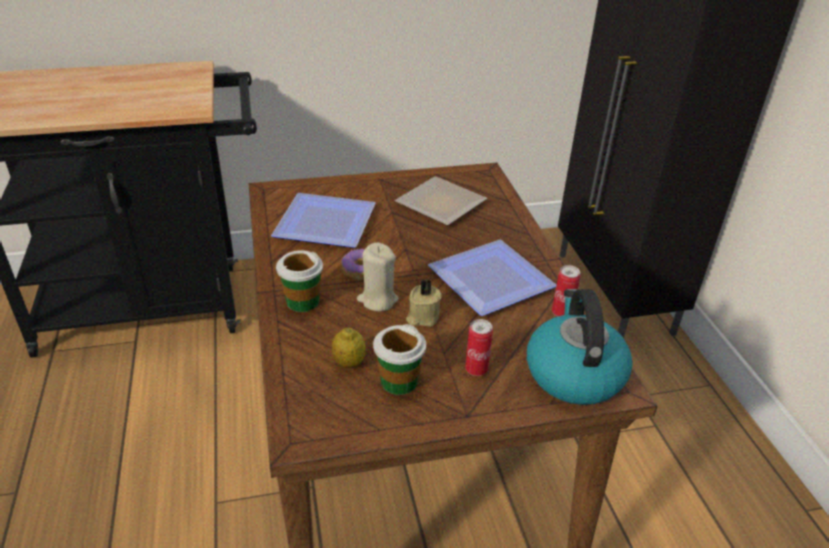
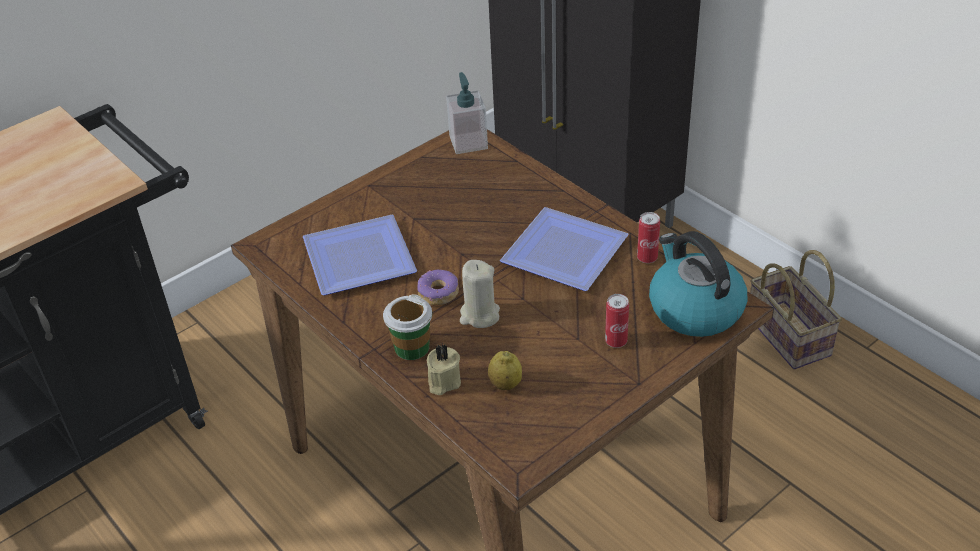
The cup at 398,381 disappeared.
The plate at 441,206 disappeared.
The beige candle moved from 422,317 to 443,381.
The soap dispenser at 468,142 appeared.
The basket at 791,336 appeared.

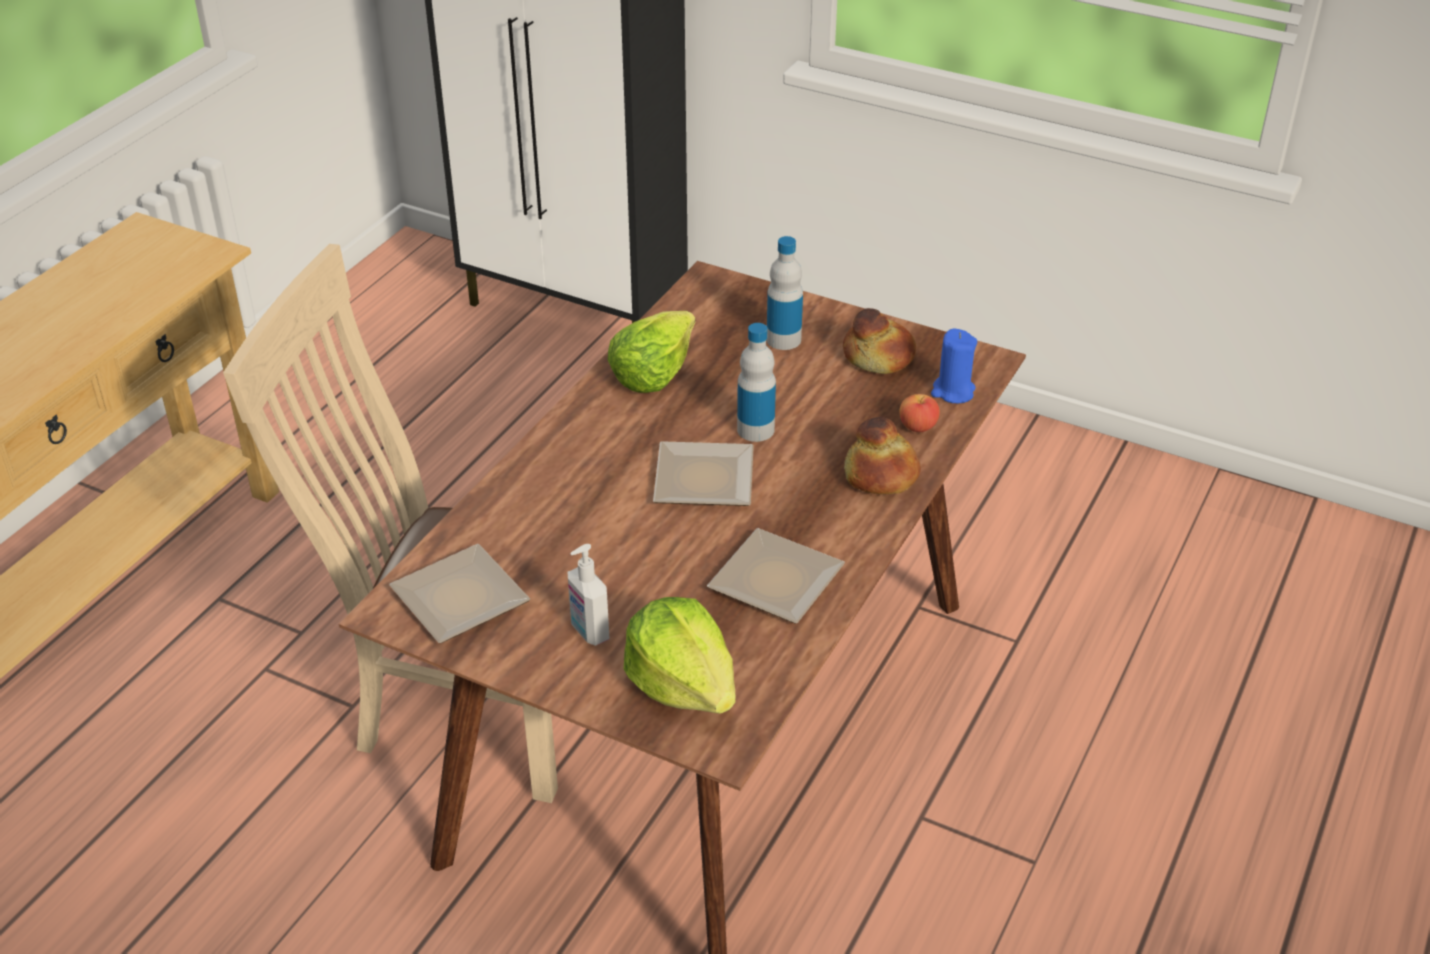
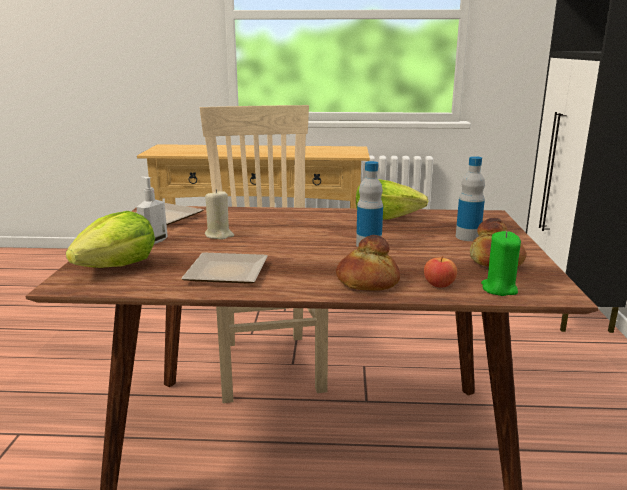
The plate at 700,481 disappeared.
The blue candle at 952,392 became the green candle at 499,289.
The beige candle at 219,235 appeared.

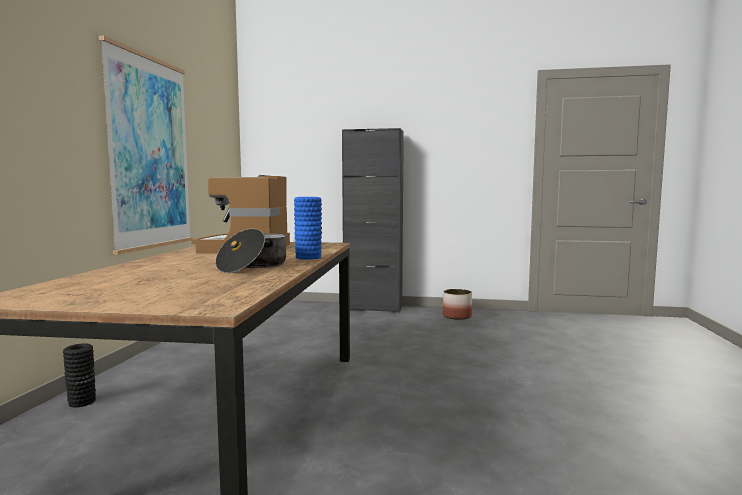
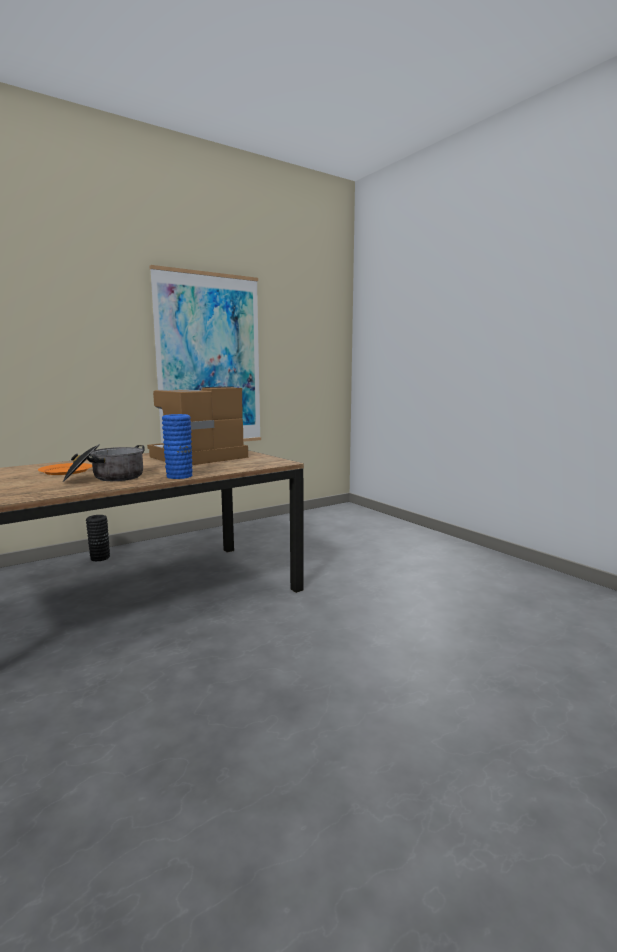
The black cabinet at 373,308 disappeared.
The planter at 457,316 disappeared.
The orange plate at 66,471 appeared.

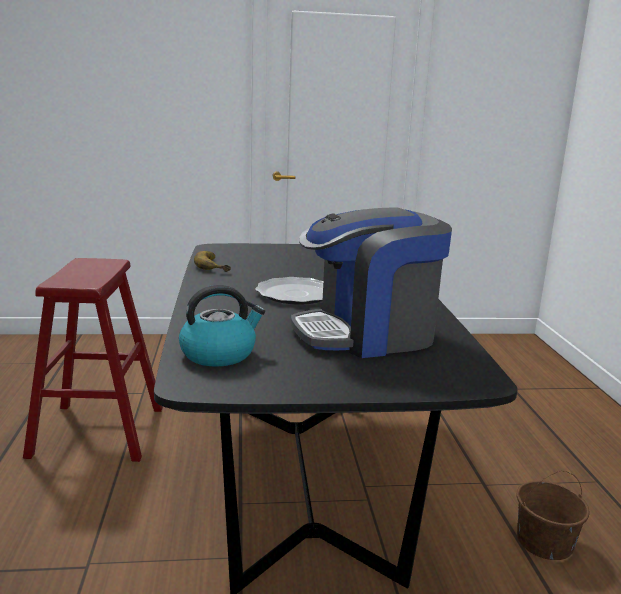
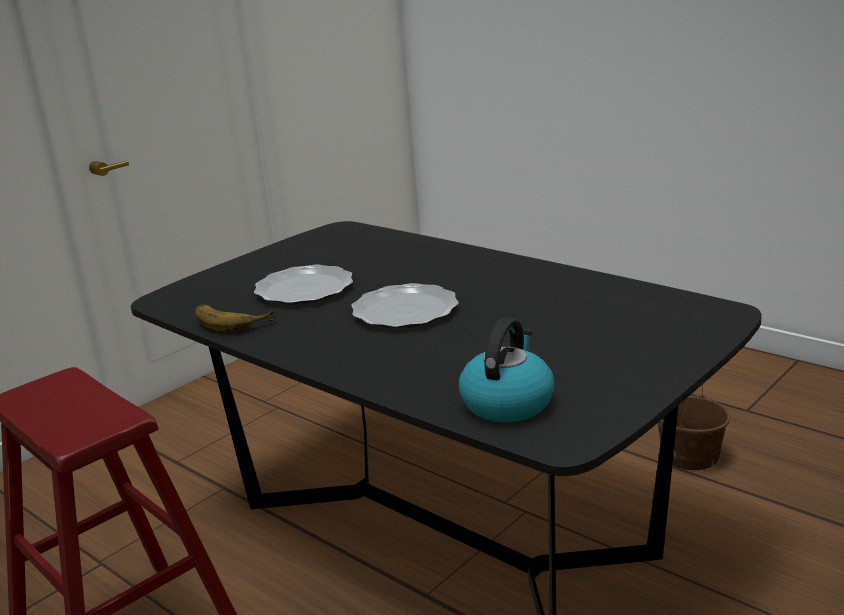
The coffee machine at 368,334 disappeared.
The plate at 305,289 appeared.

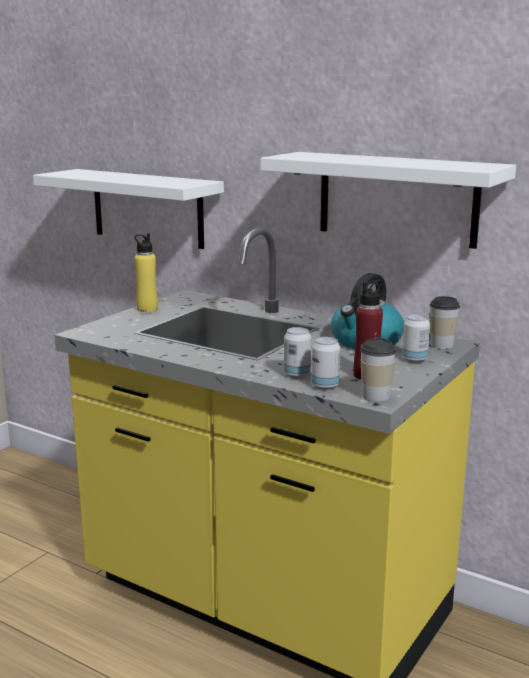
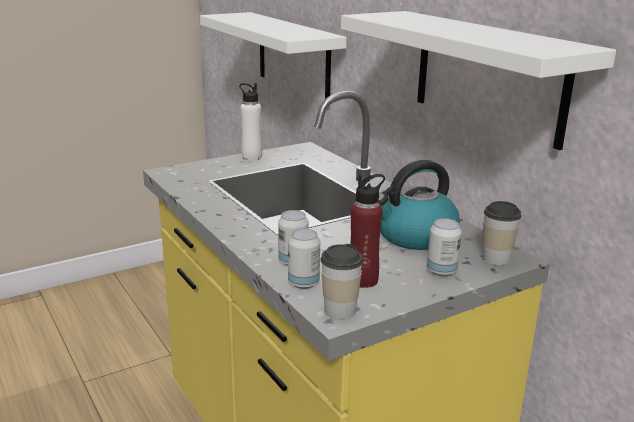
The yellow bottle at 147,309 became the white bottle at 251,157.

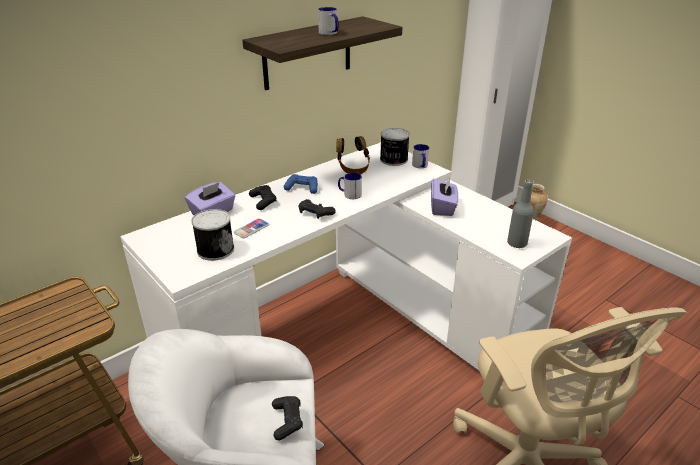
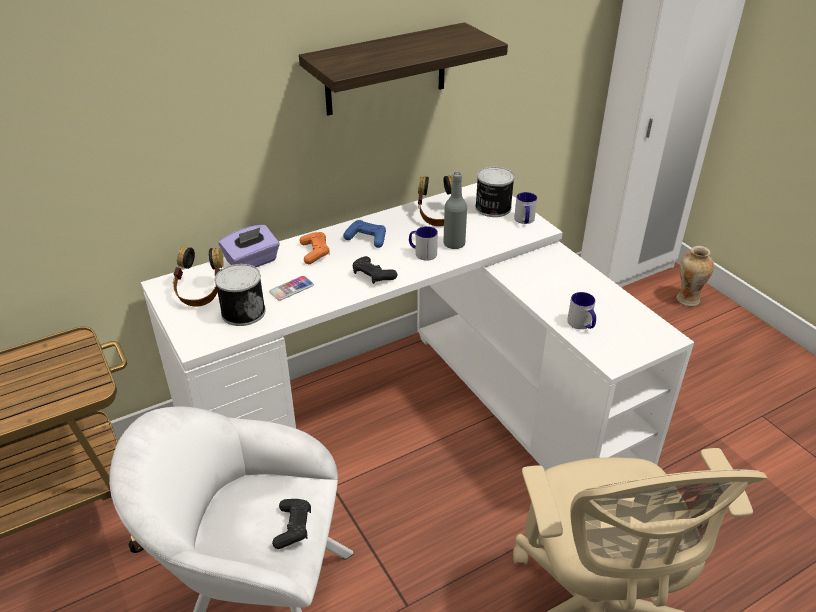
The black game controller at 263,201 became the orange game controller at 315,252.
The mug moved from 330,33 to 582,324.
The purple tissue box at 442,207 disappeared.
The grey bottle moved from 517,243 to 454,244.
The headphones at 201,293 appeared.

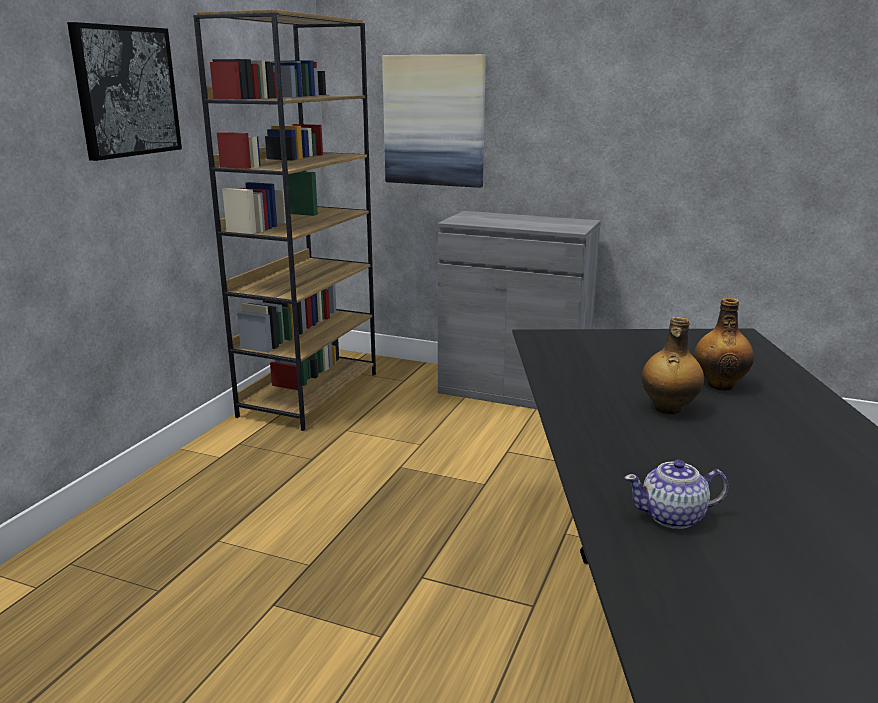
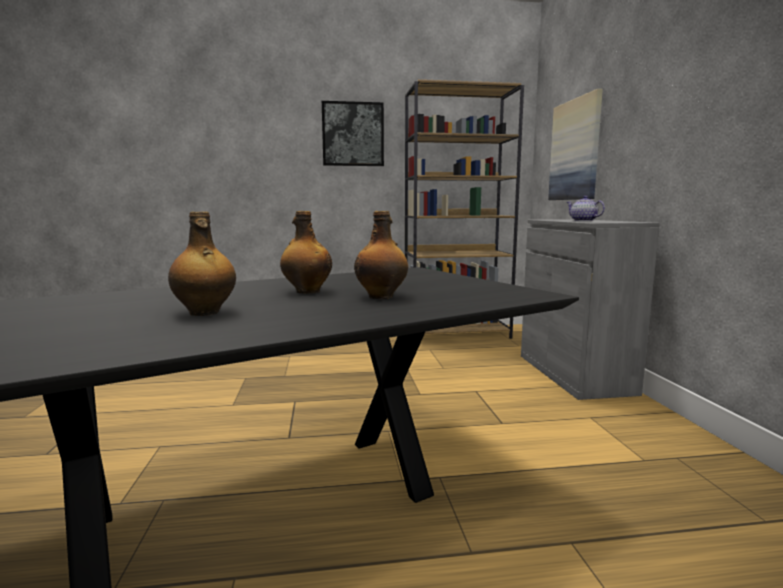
The teapot moved from 673,517 to 583,220.
The bottle at 204,313 appeared.

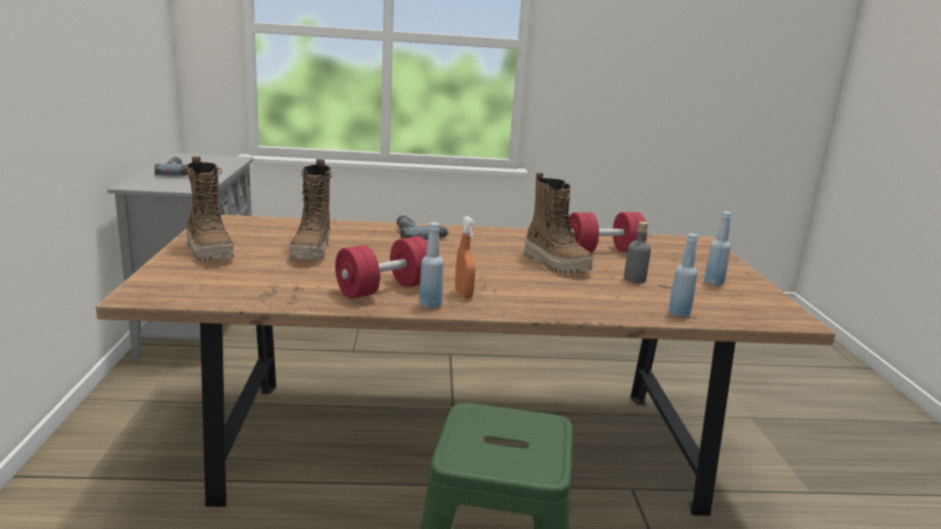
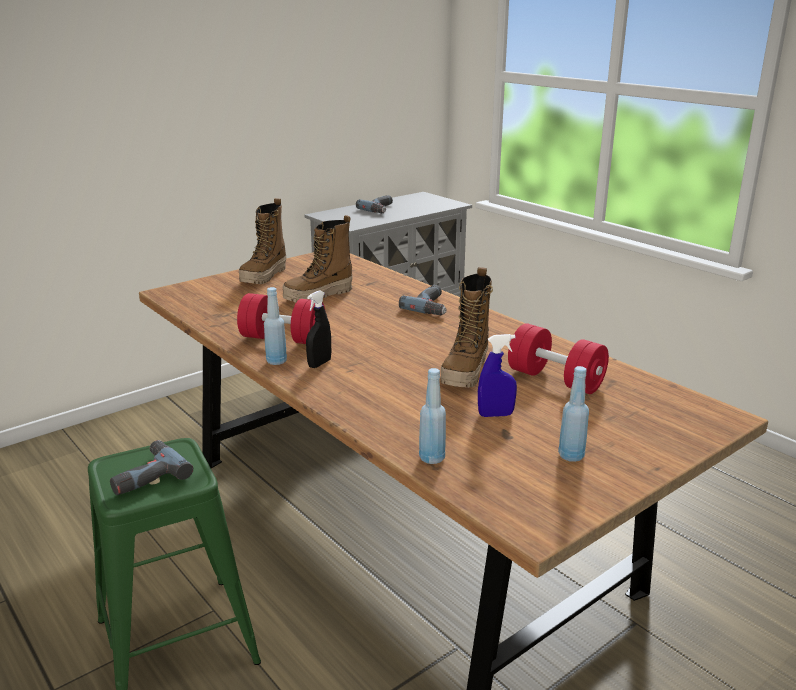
The orange spray bottle at 463,294 became the black spray bottle at 319,364.
The grey bottle at 634,279 was replaced by the blue spray bottle at 495,415.
The power drill at 145,475 appeared.

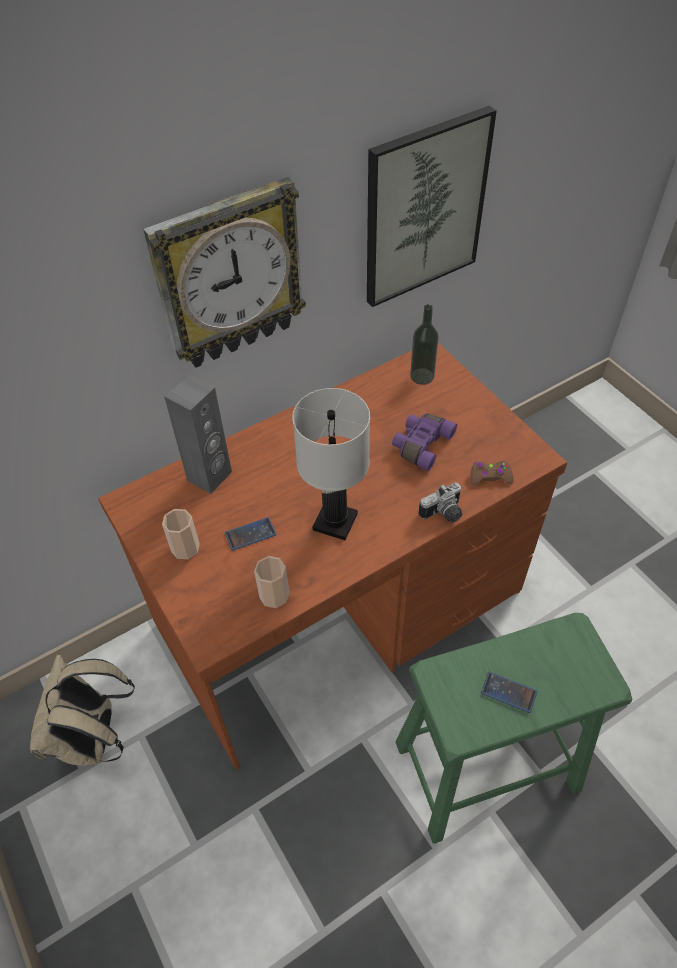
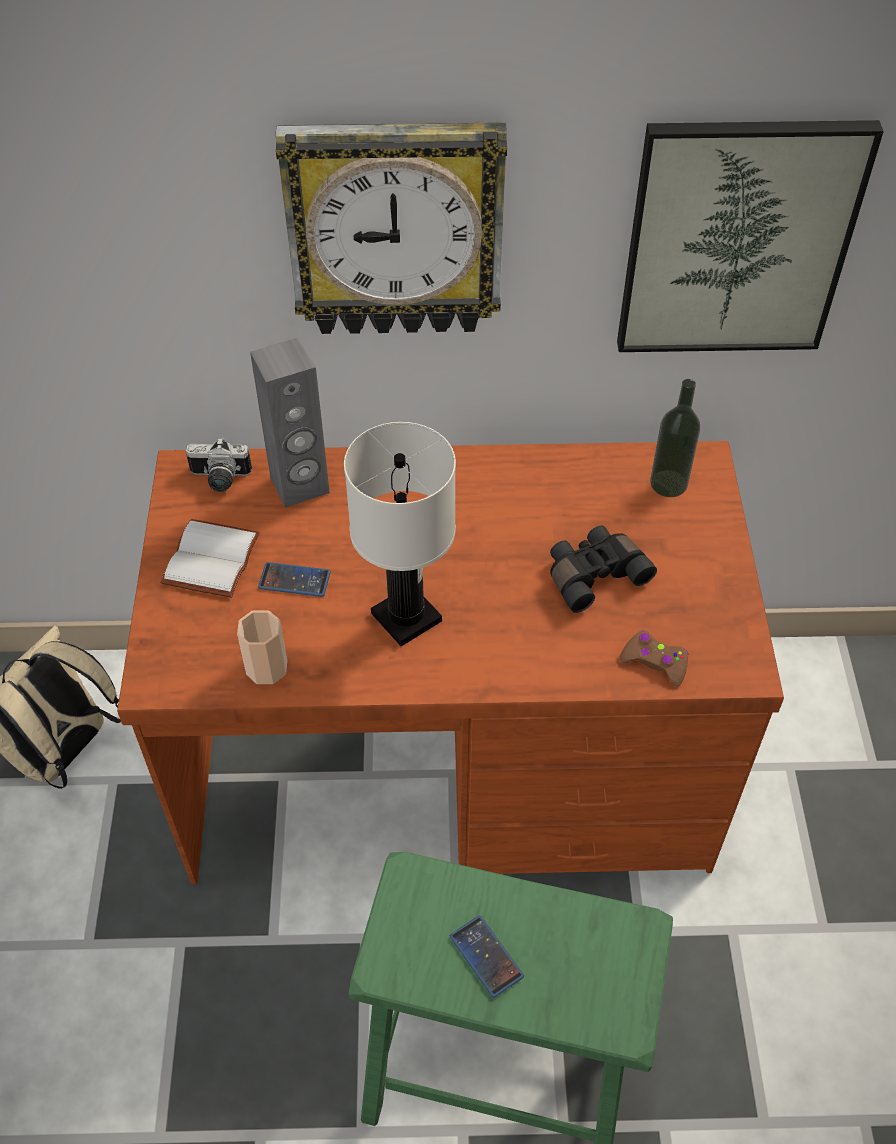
The cup at 185,547 was replaced by the white book at 209,558.
The purple binoculars at 421,445 became the black binoculars at 594,574.
The photo camera moved from 444,514 to 219,479.

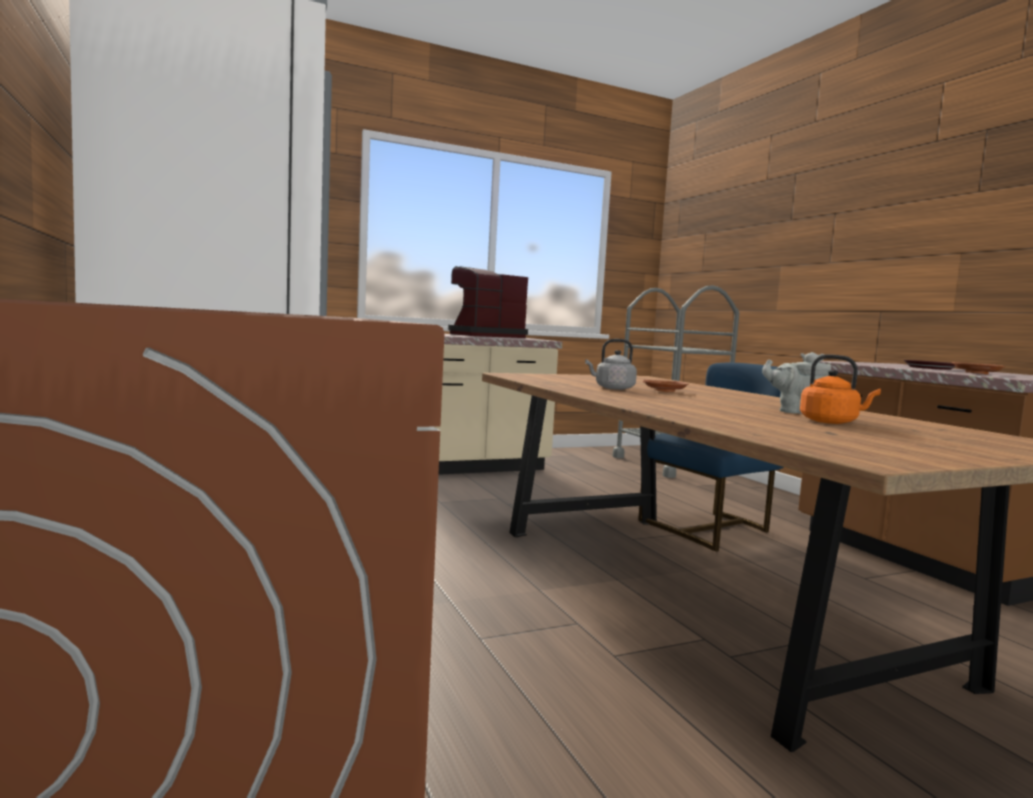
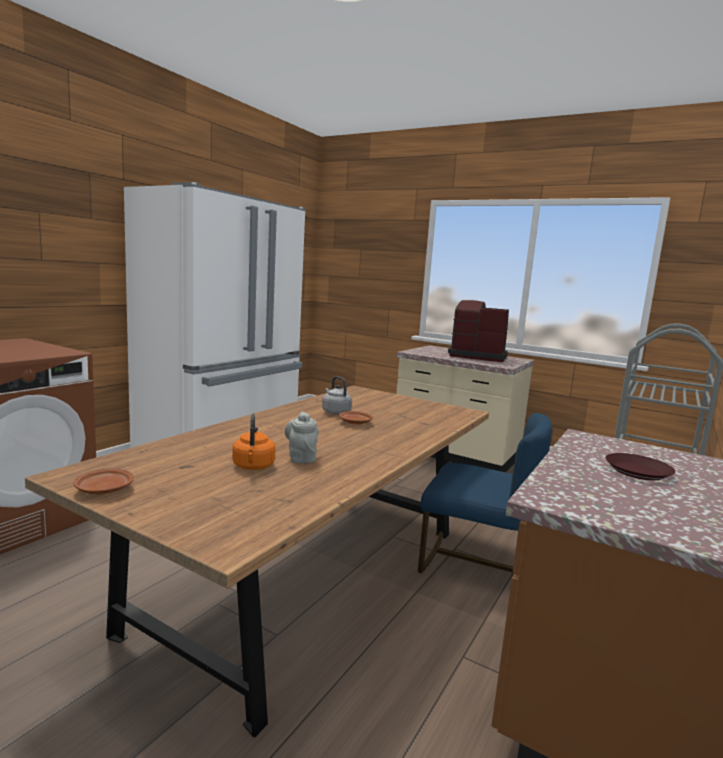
The brown plate moved from 976,373 to 104,490.

